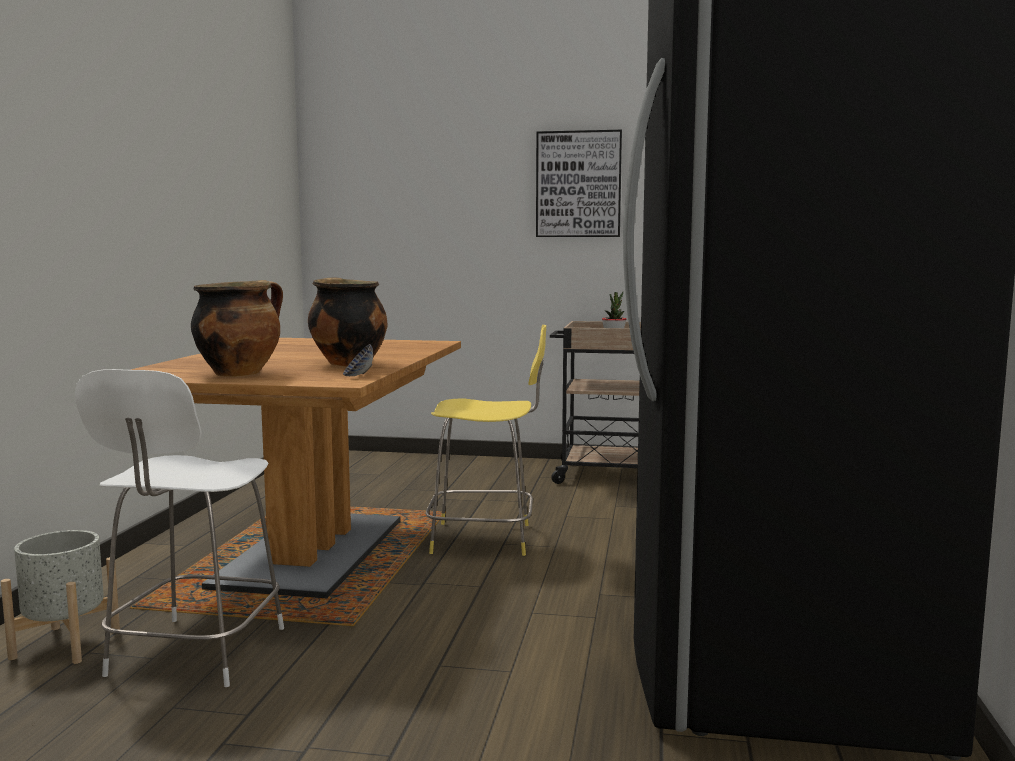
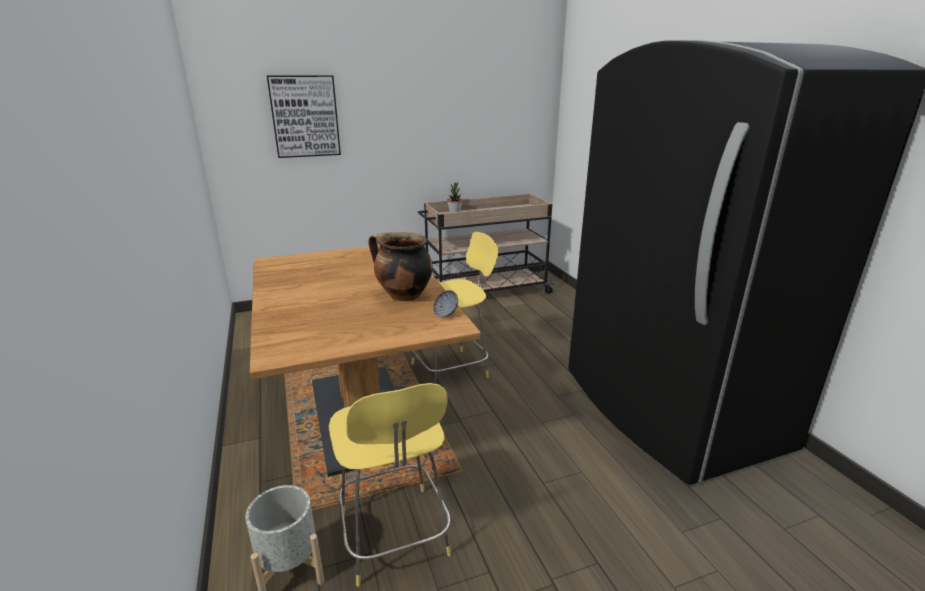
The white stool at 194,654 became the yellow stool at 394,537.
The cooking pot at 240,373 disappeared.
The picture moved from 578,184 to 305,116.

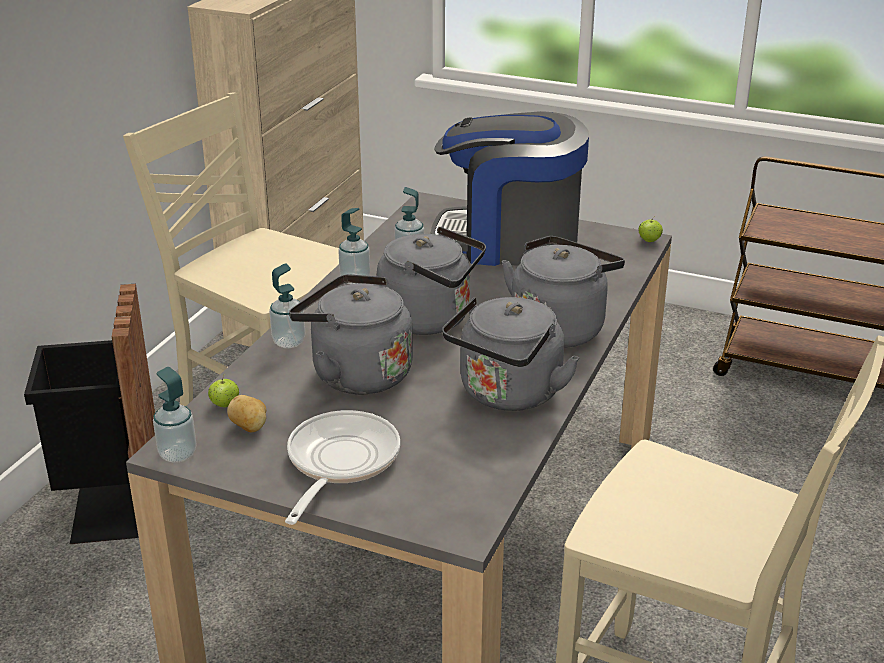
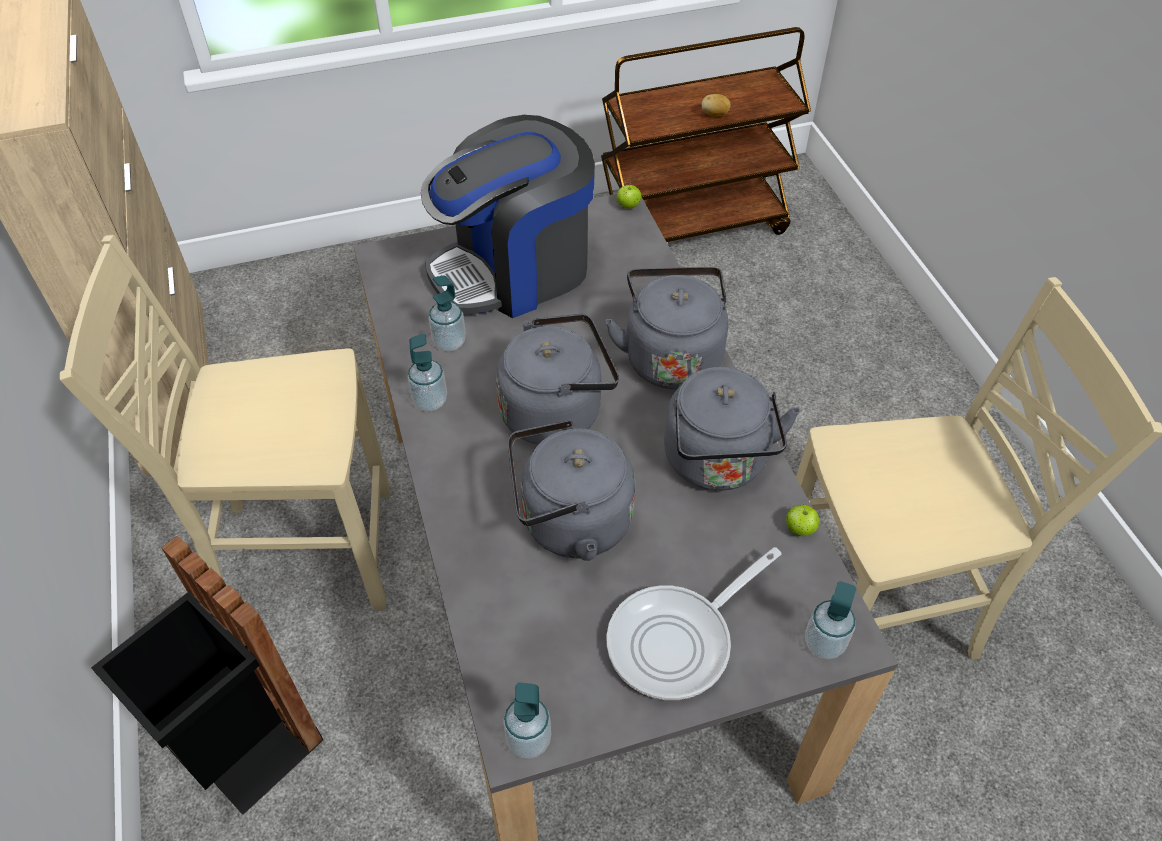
The apple moved from 225,405 to 800,529.
The potato moved from 249,428 to 714,115.
The soap dispenser moved from 289,342 to 824,643.
The frying pan at 339,463 turned 105 degrees counterclockwise.

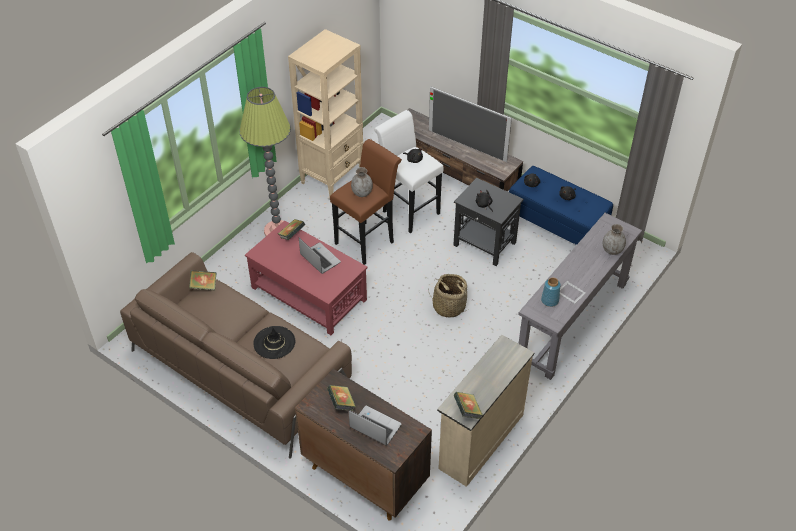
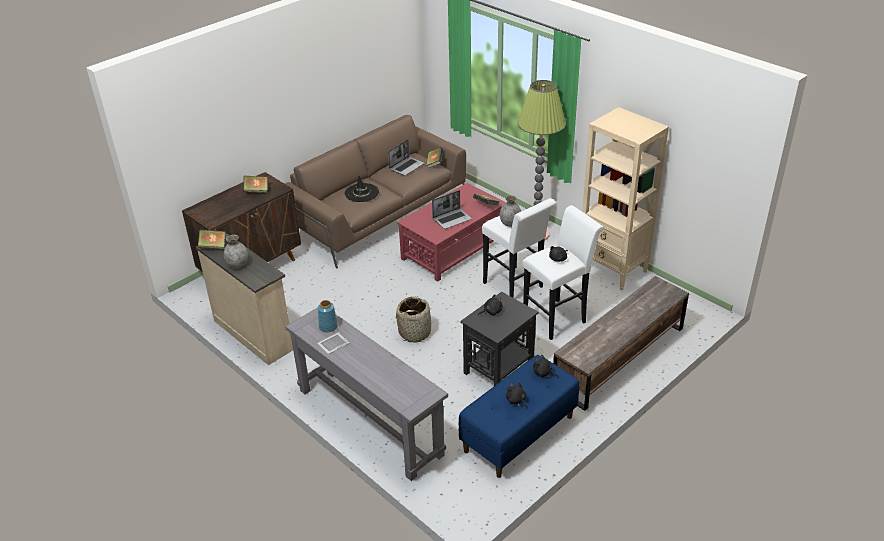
The brown stool at 367,240 became the white stool at 516,287.
The laptop moved from 374,426 to 406,166.
The television at 467,145 disappeared.
The grey vase moved from 612,250 to 237,264.

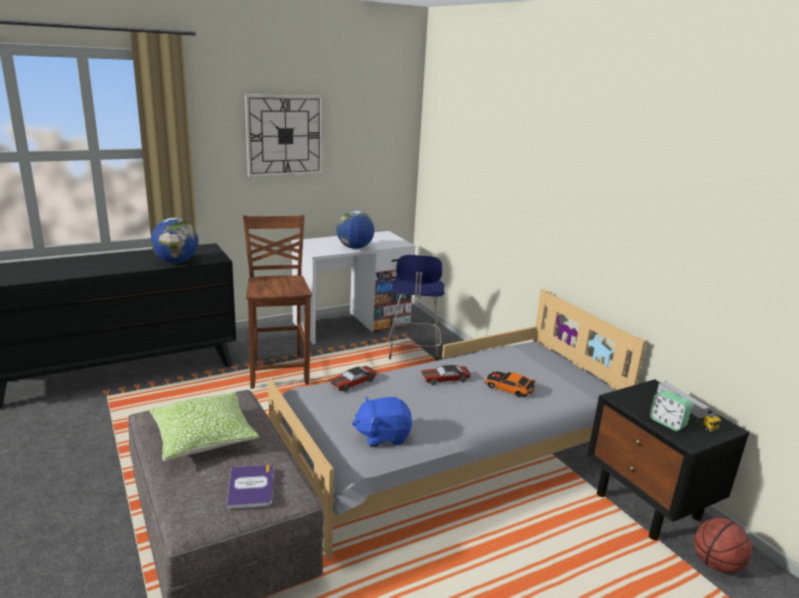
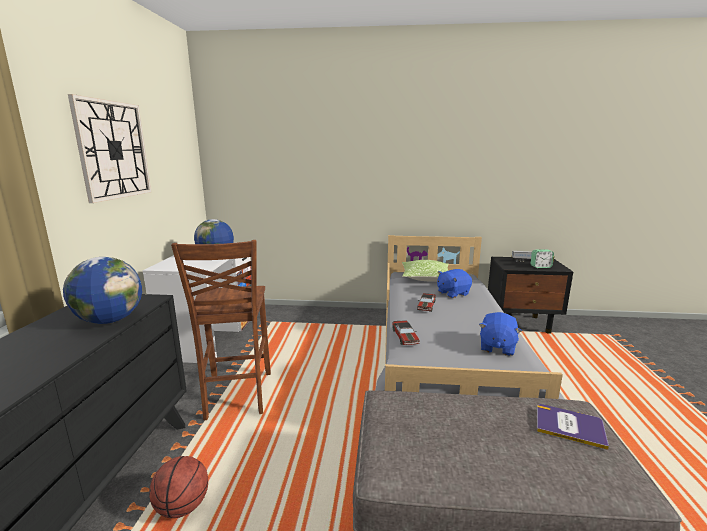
The pillow moved from 203,437 to 426,278.
The brown chair at 279,370 turned 120 degrees counterclockwise.
The blue stool at 413,351 disappeared.
The toy car at 509,388 was replaced by the blue plush toy at 452,293.
The basketball moved from 716,564 to 182,507.

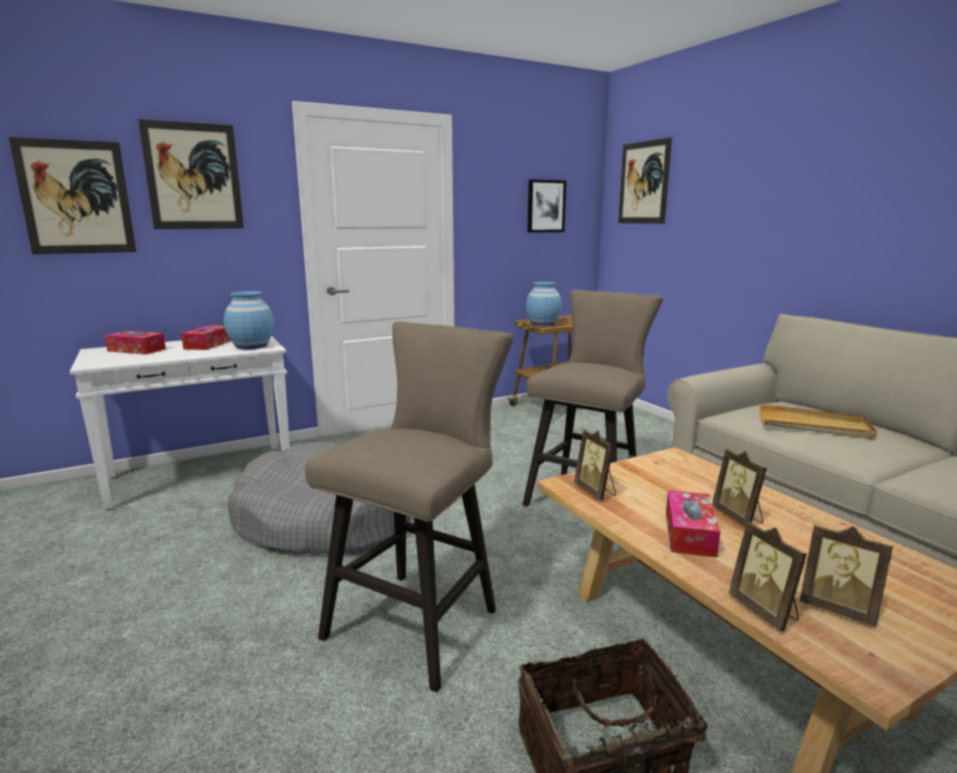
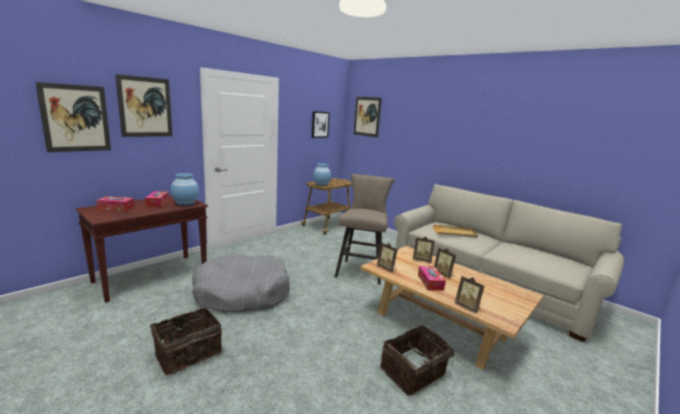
The white console table at 202,475 became the brown console table at 152,276.
The beige stool at 420,619 disappeared.
The picture frame moved from 838,609 to 422,260.
The basket at 187,353 appeared.

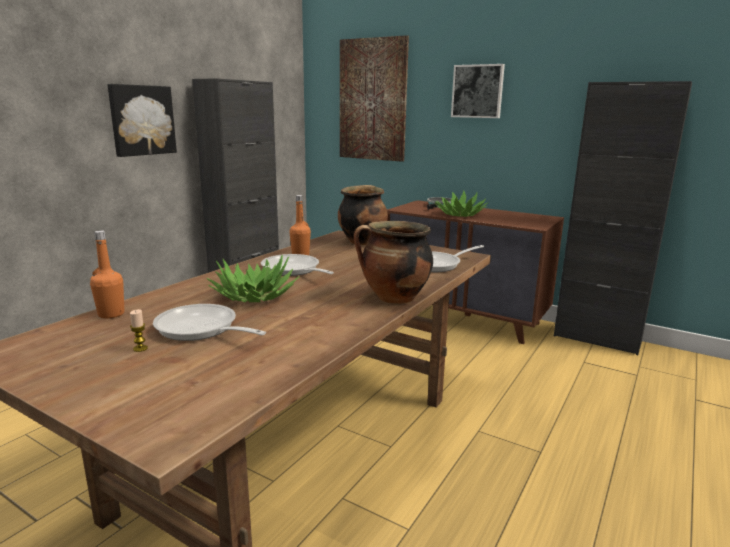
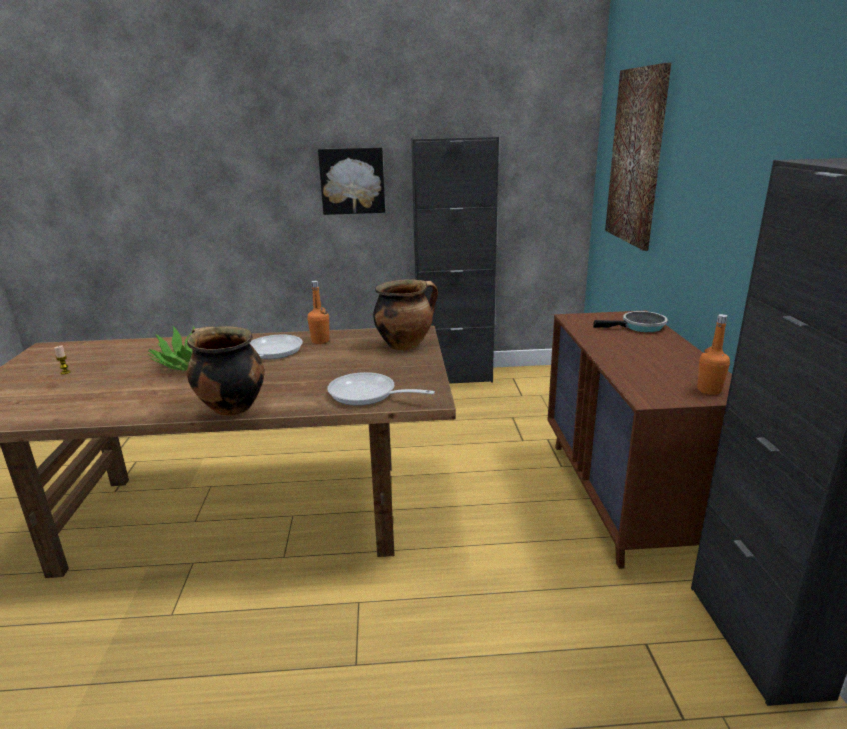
The orange bottle moved from 111,314 to 709,390.
The frying pan at 201,329 disappeared.
The potted plant at 460,214 disappeared.
The picture at 477,91 disappeared.

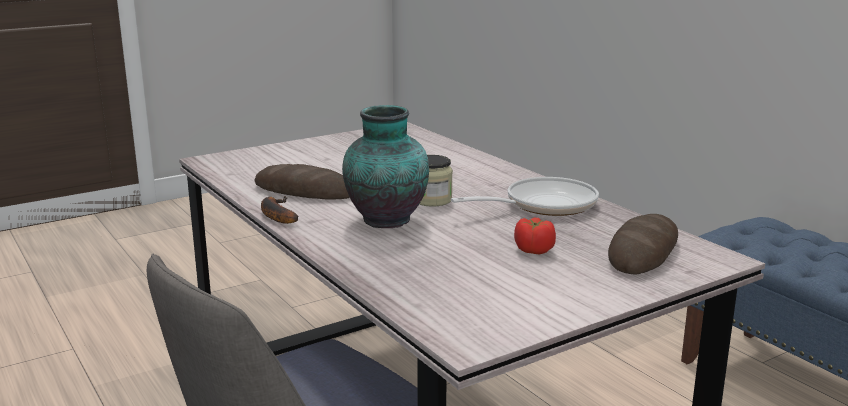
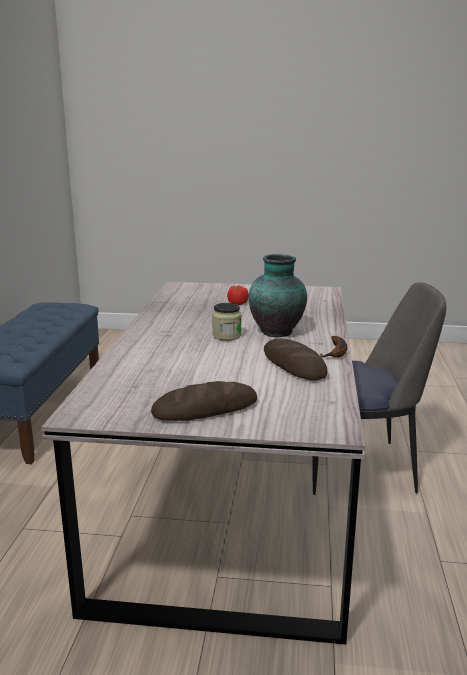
The frying pan at 543,205 disappeared.
The bread moved from 643,252 to 205,409.

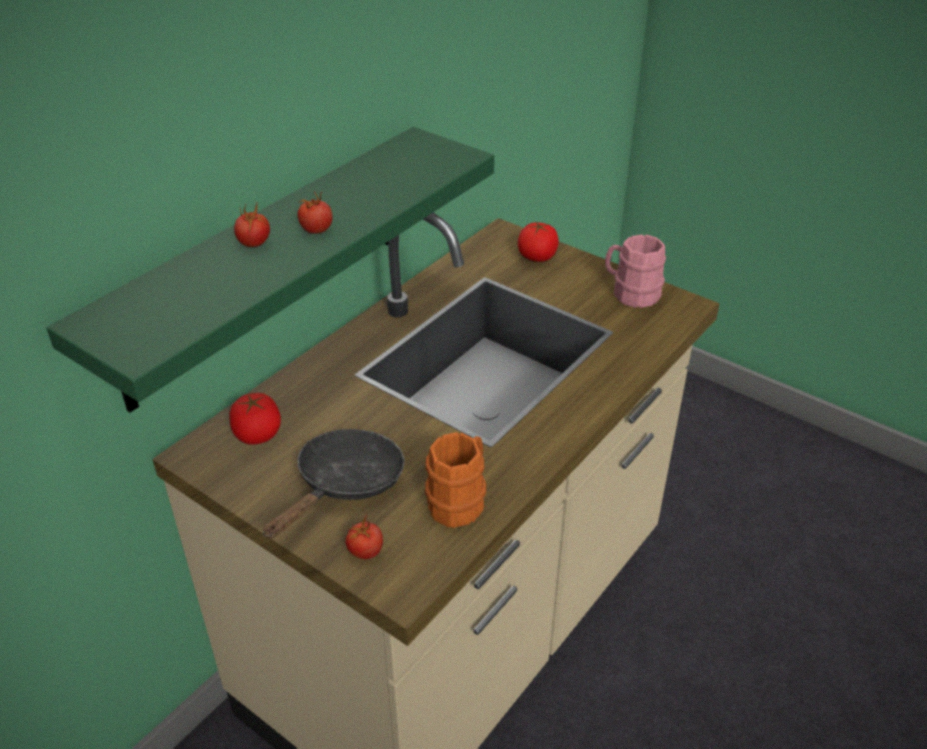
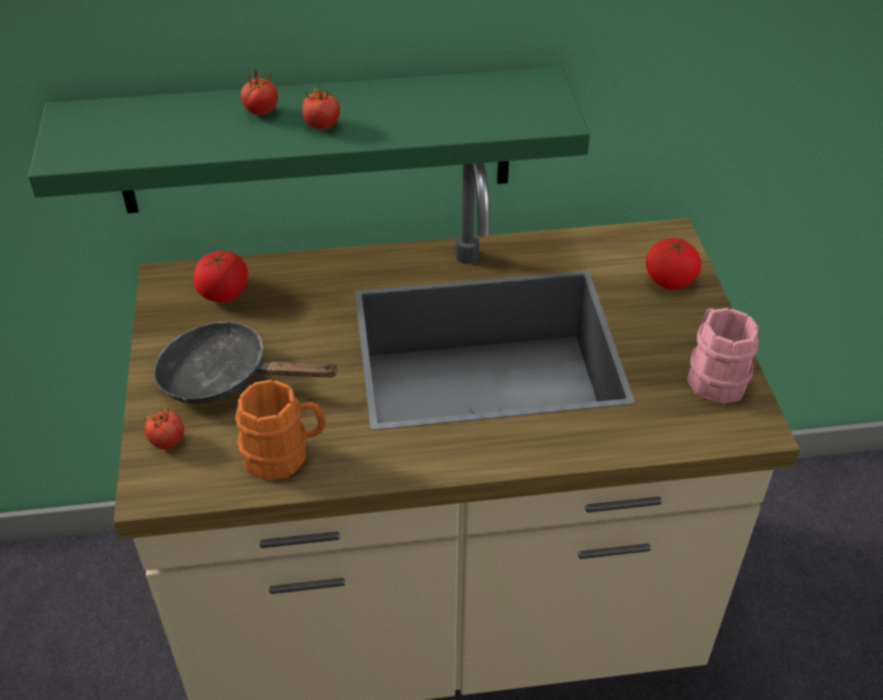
The black frying pan at 345,484 turned 150 degrees counterclockwise.

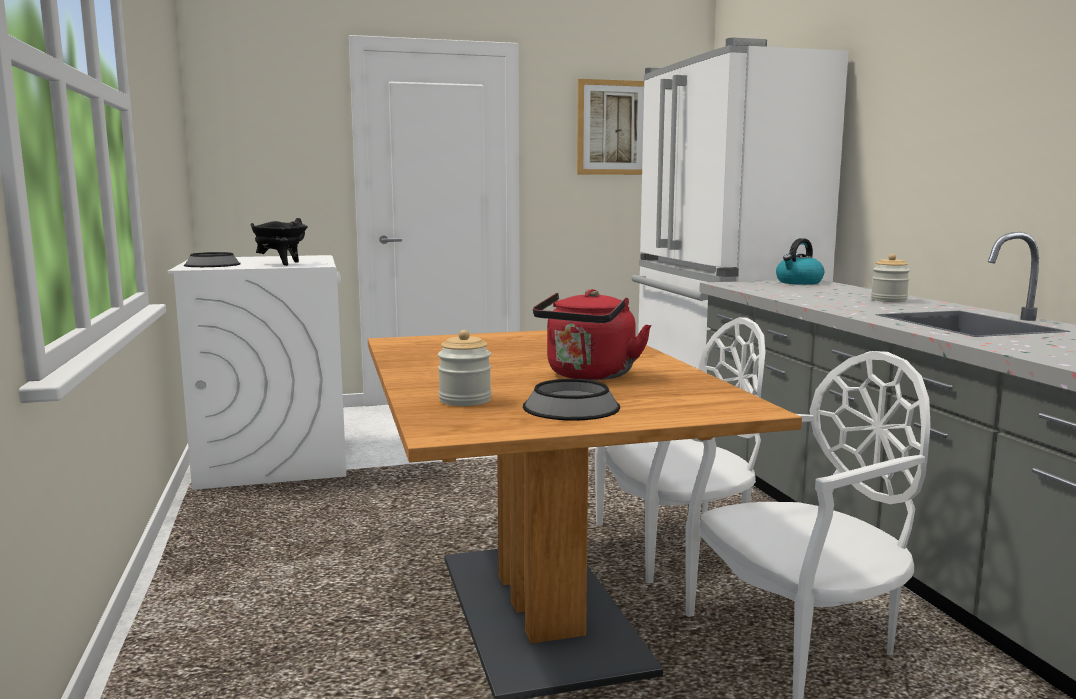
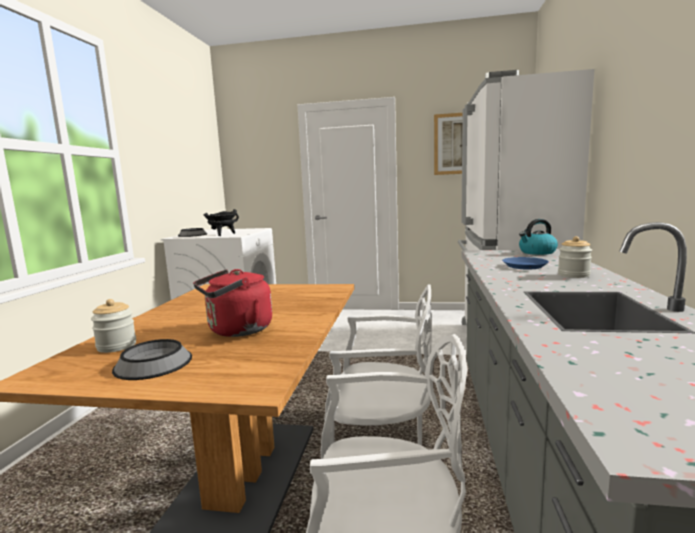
The blue plate at 524,266 appeared.

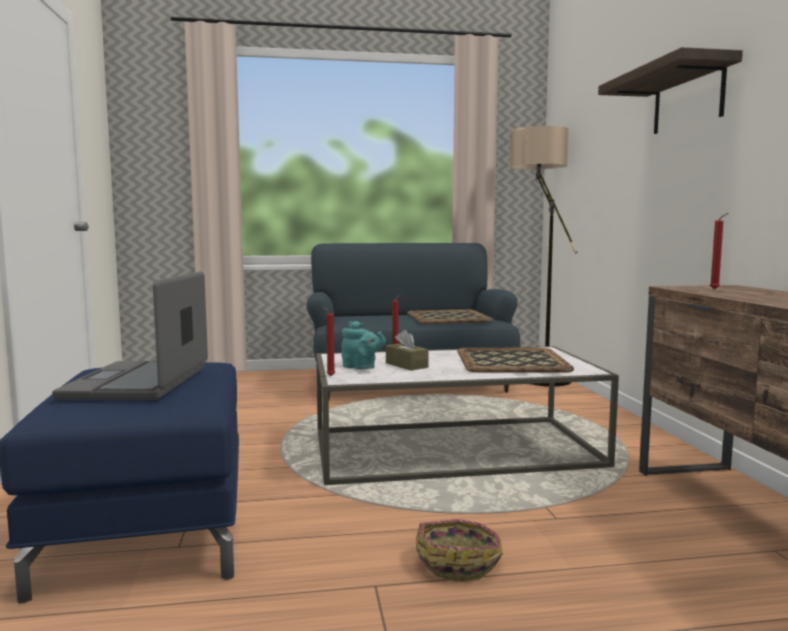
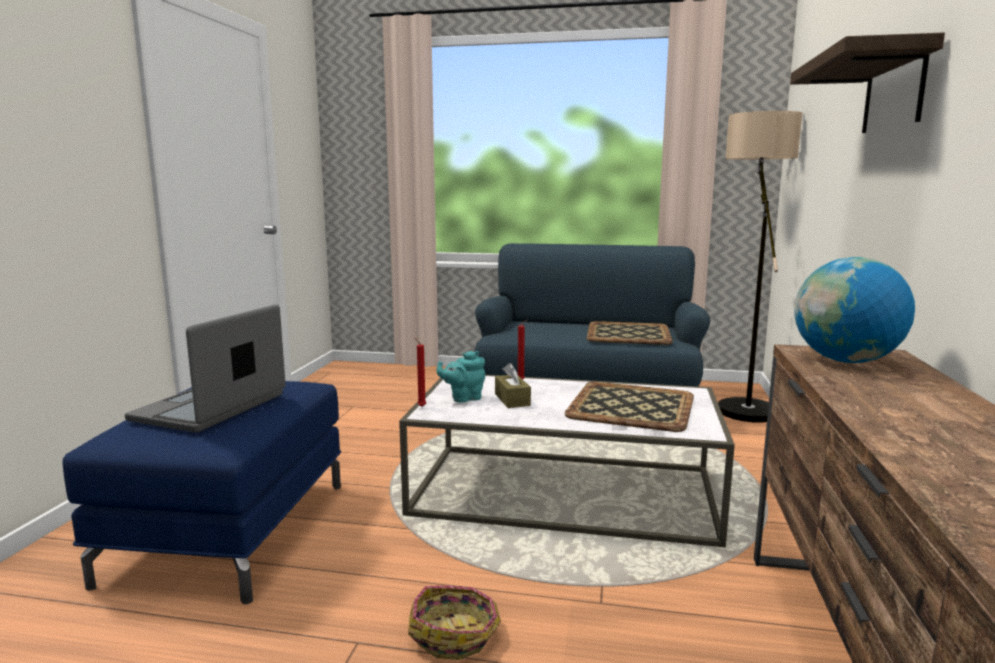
The turquoise teapot at 361,367 turned 105 degrees clockwise.
The red candle at 716,289 was replaced by the globe at 846,361.

